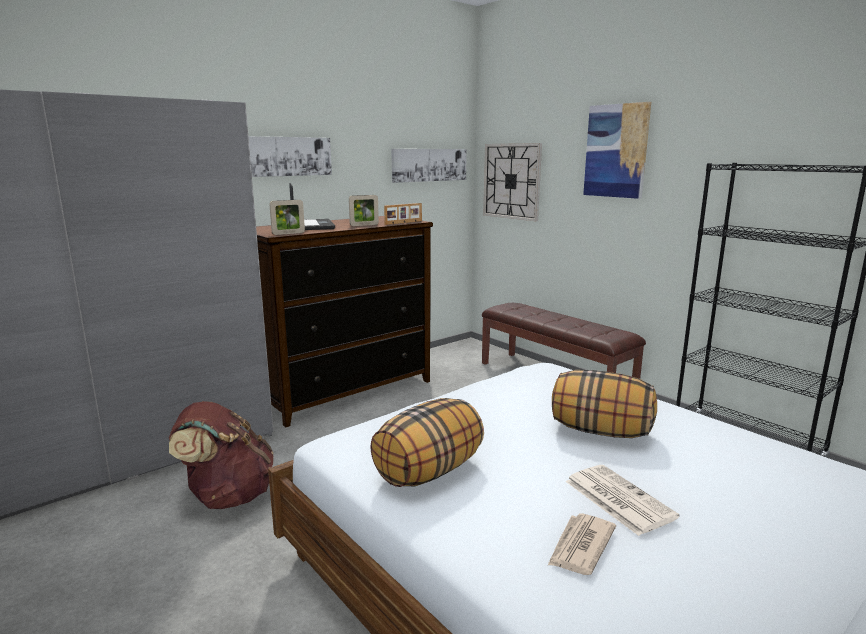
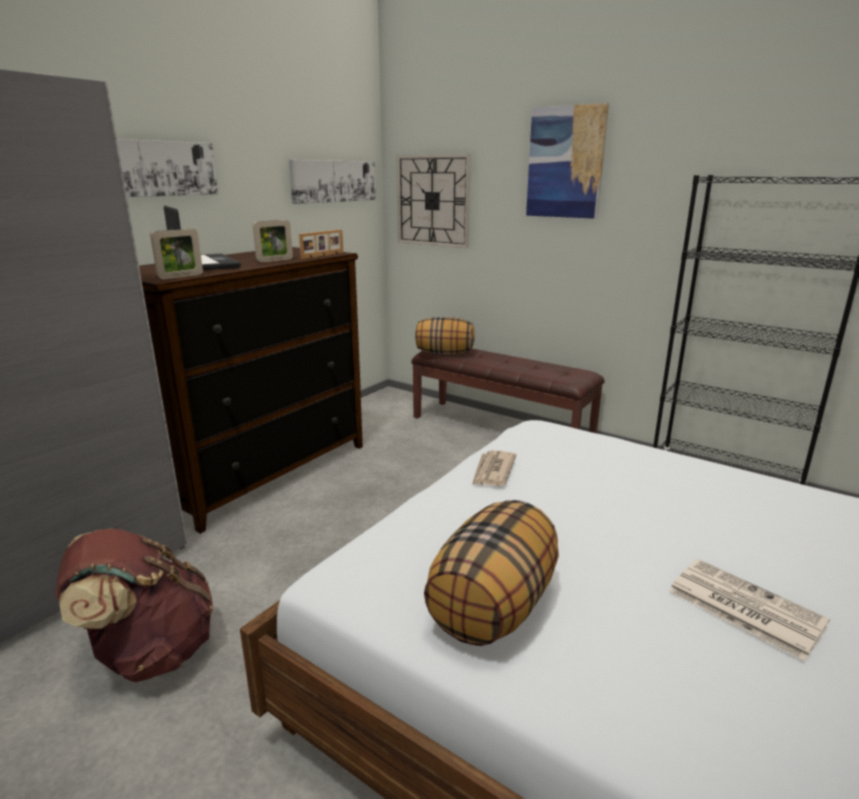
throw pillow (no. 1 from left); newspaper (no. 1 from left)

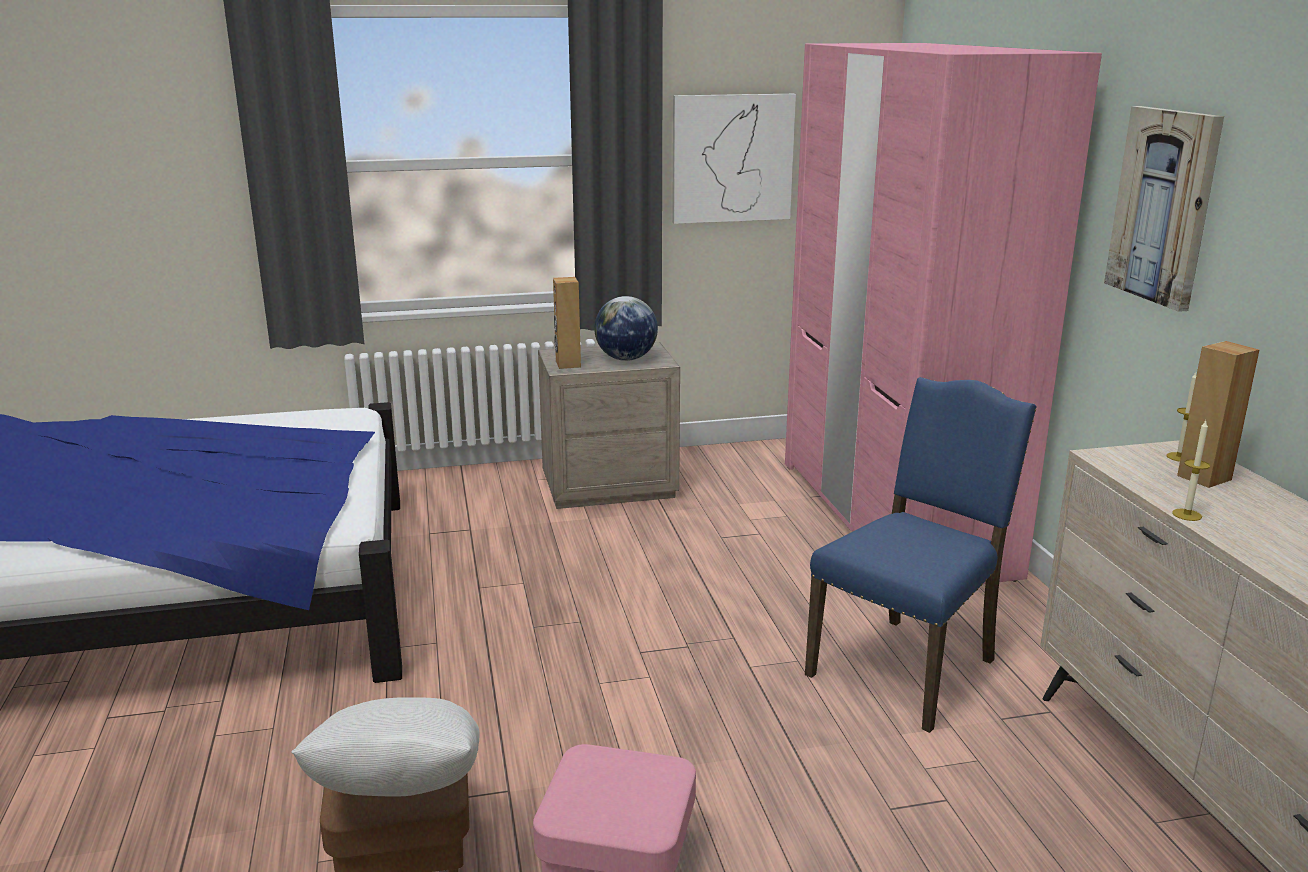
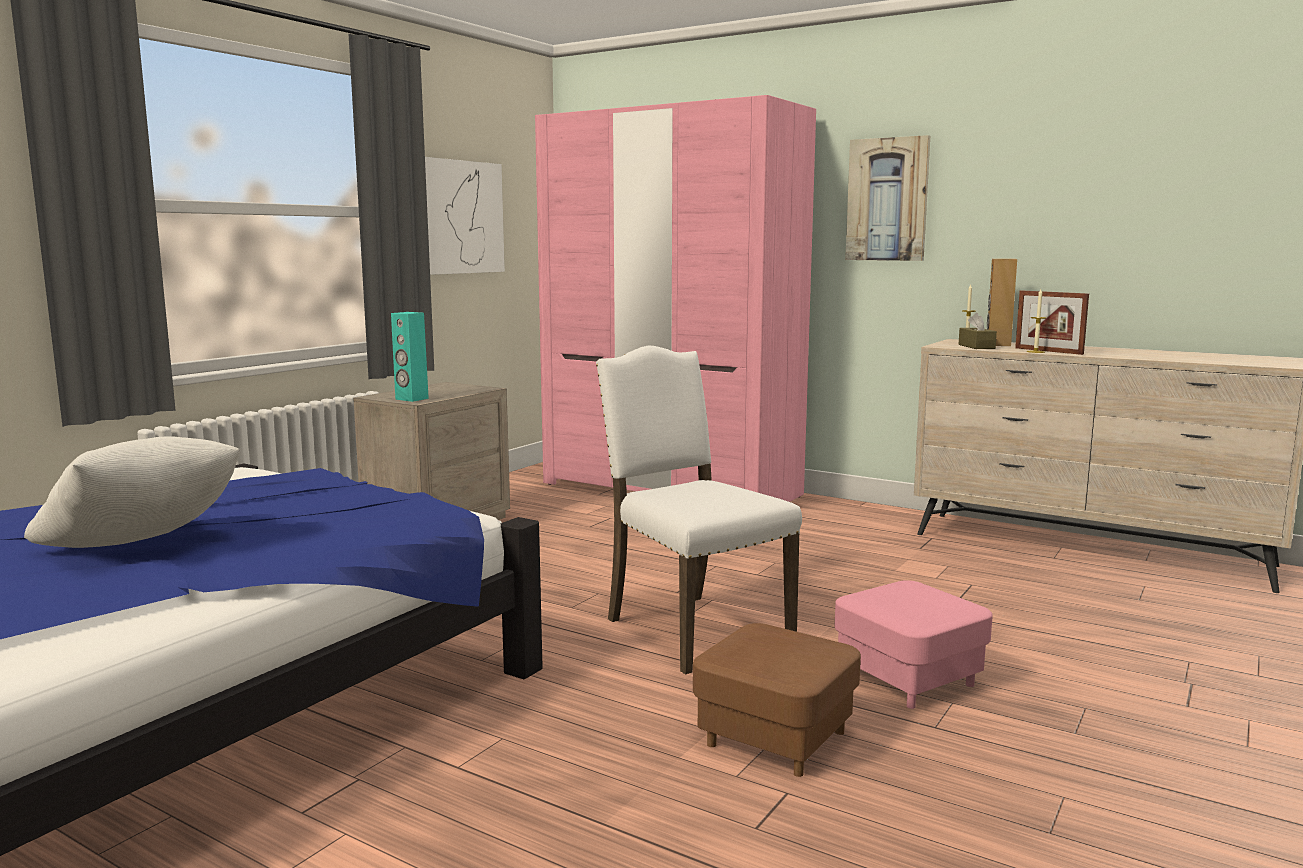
speaker/turquoise; world globe; chair/bluish; throw pillow/white; standing frame; tissue box/brown; chair/white

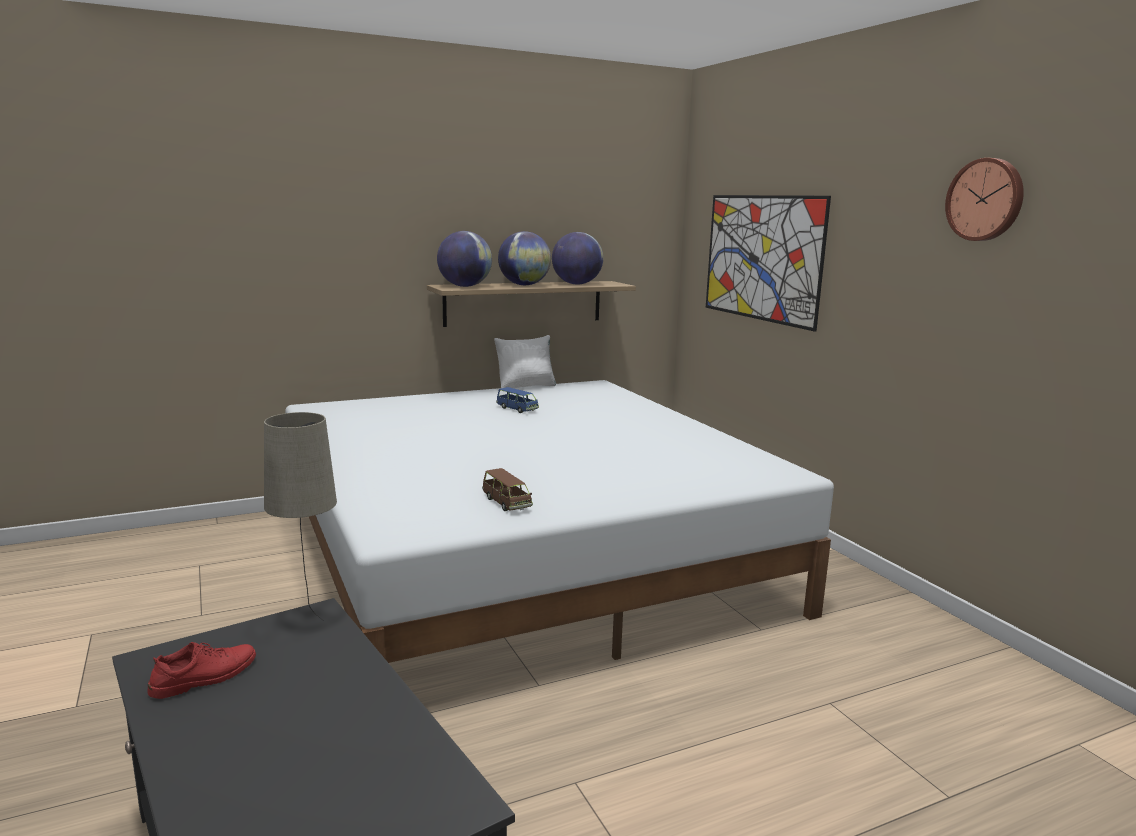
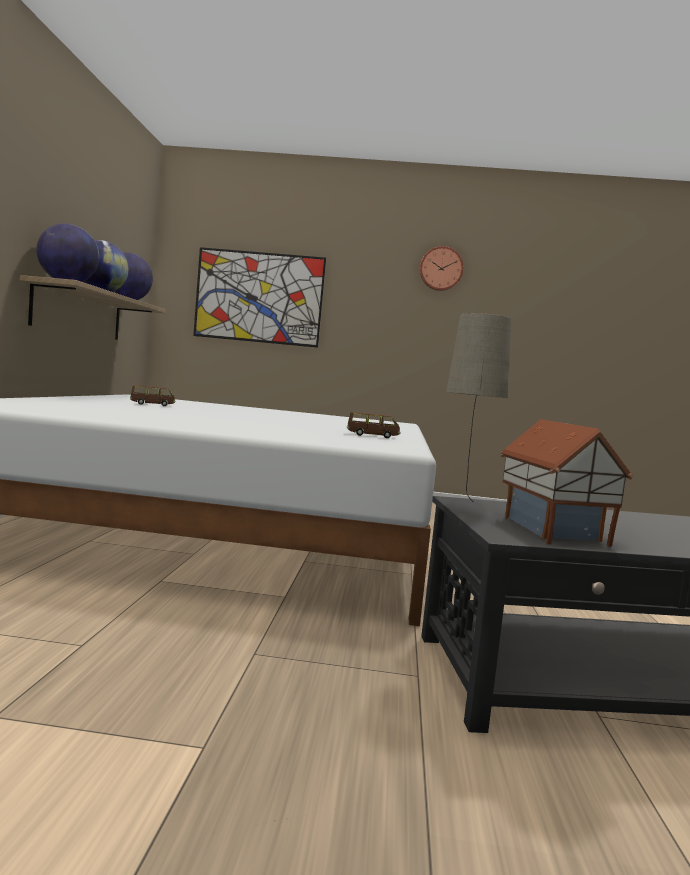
throw pillow/white; model car/brown (no. 1 from left); toy house

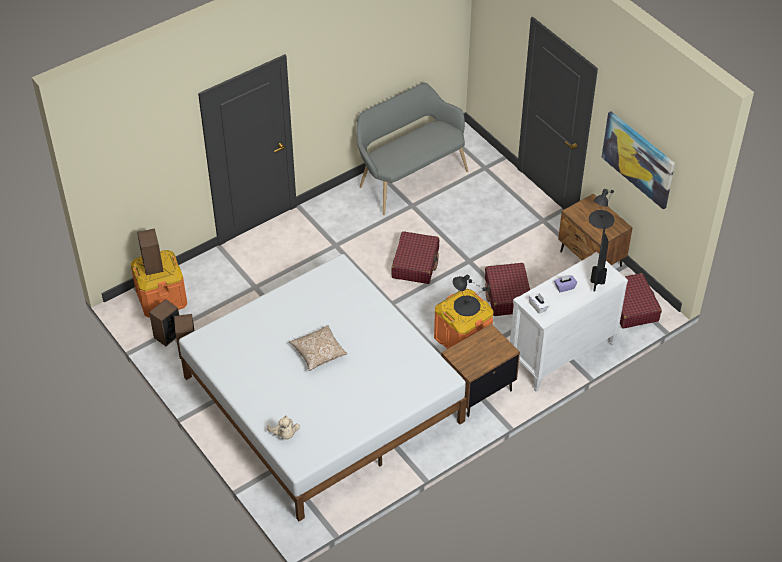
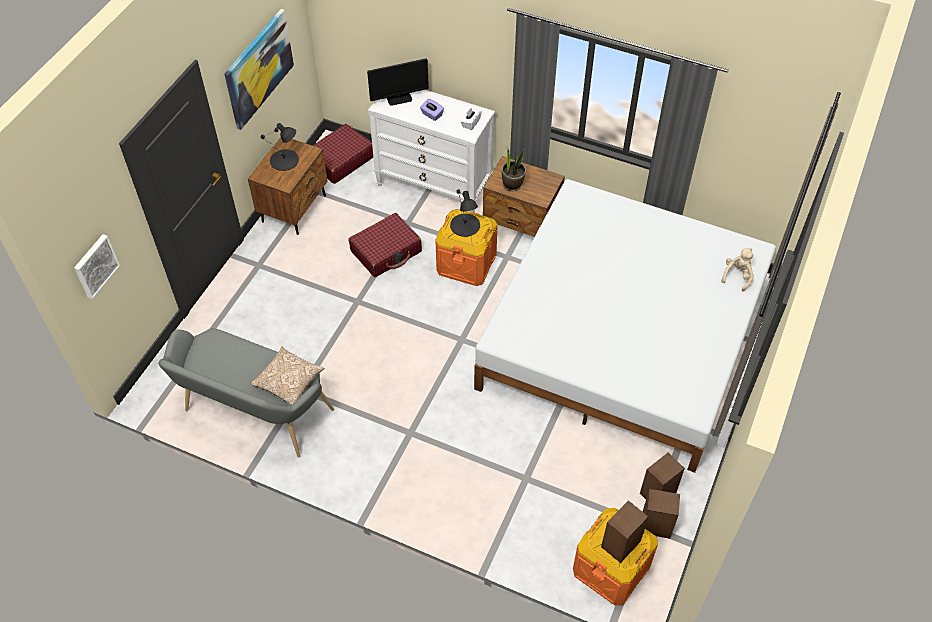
piece of luggage/red (no. 1 from left in the first image); throw pillow; plant in a pot; wall art (no. 1 from left)

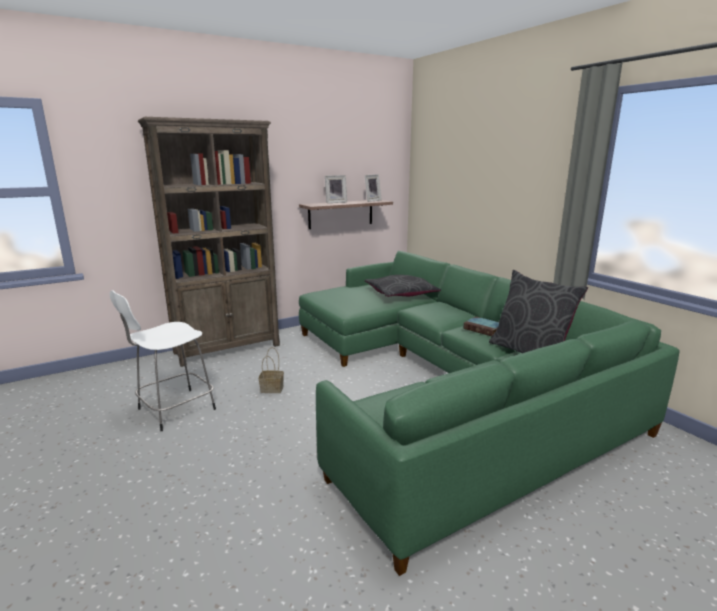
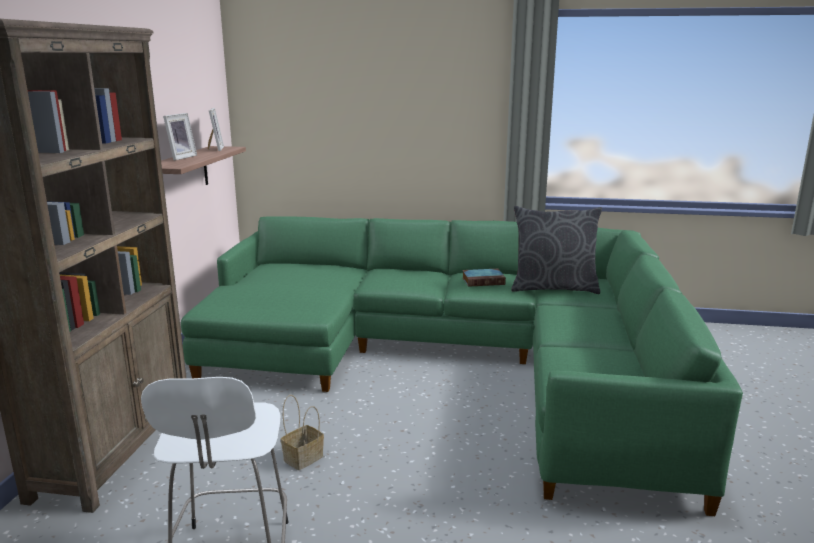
throw pillow/grey (no. 1 from left in the first image)

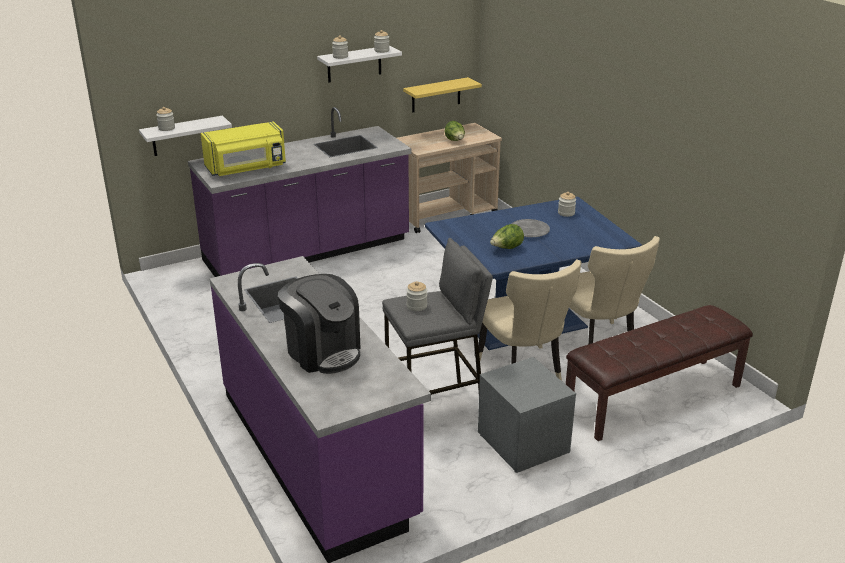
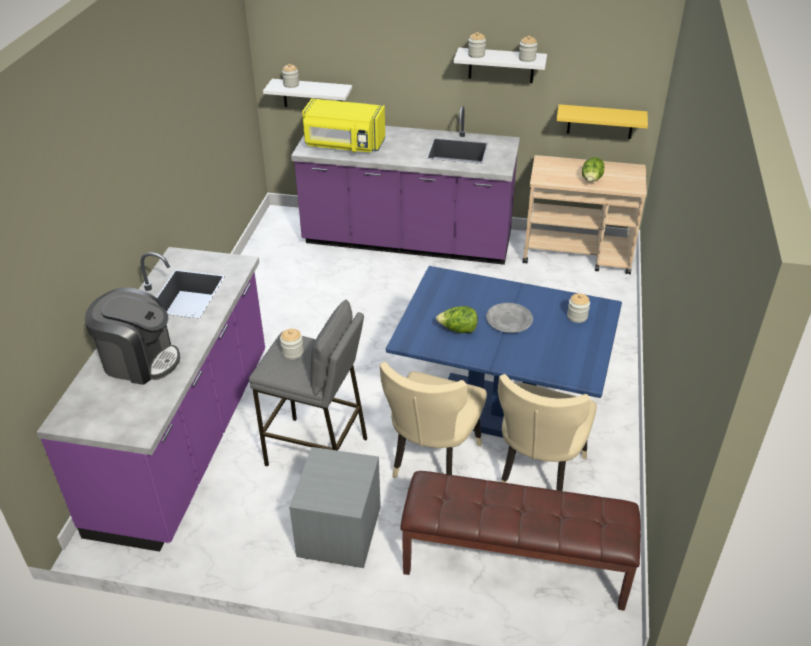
coffee maker

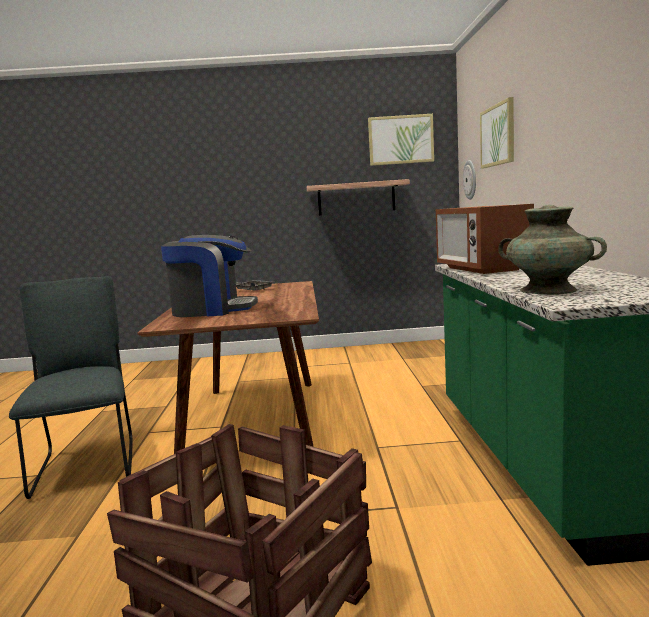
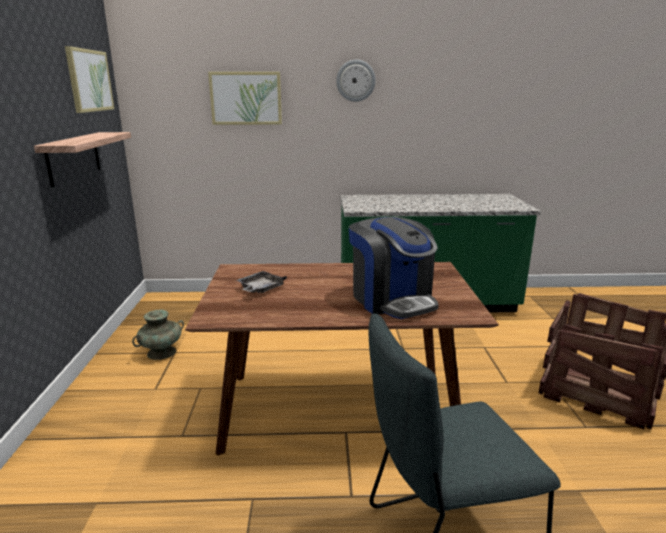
clock on the wall; microwave; vase/turquoise; coffee maker

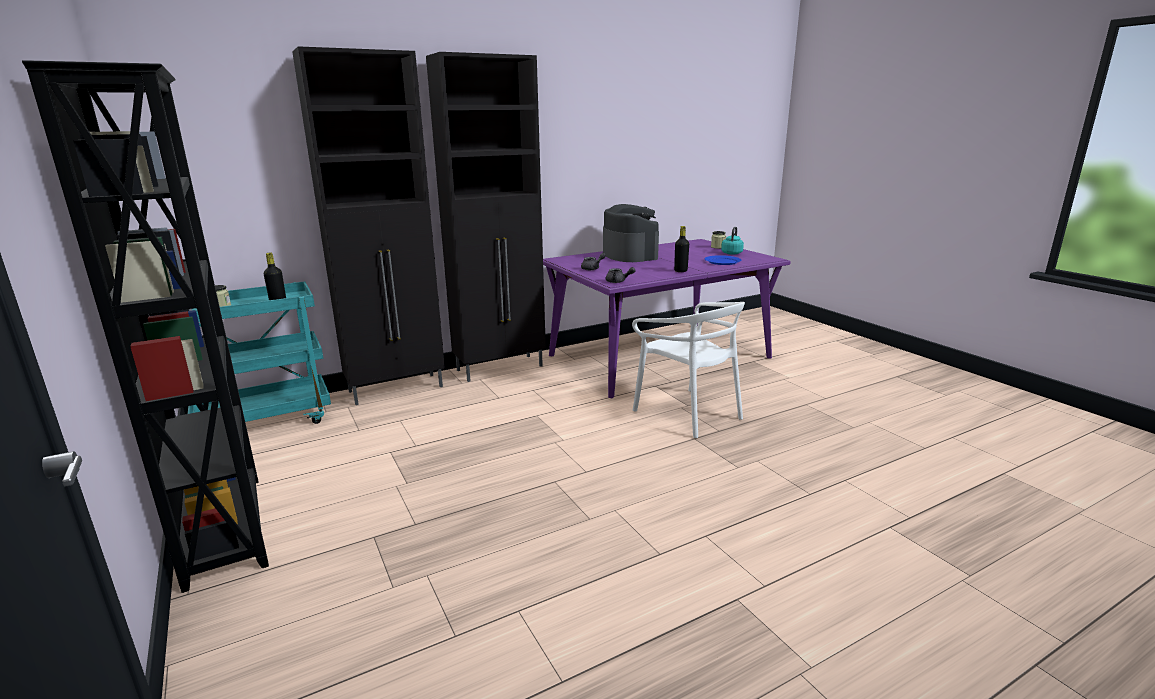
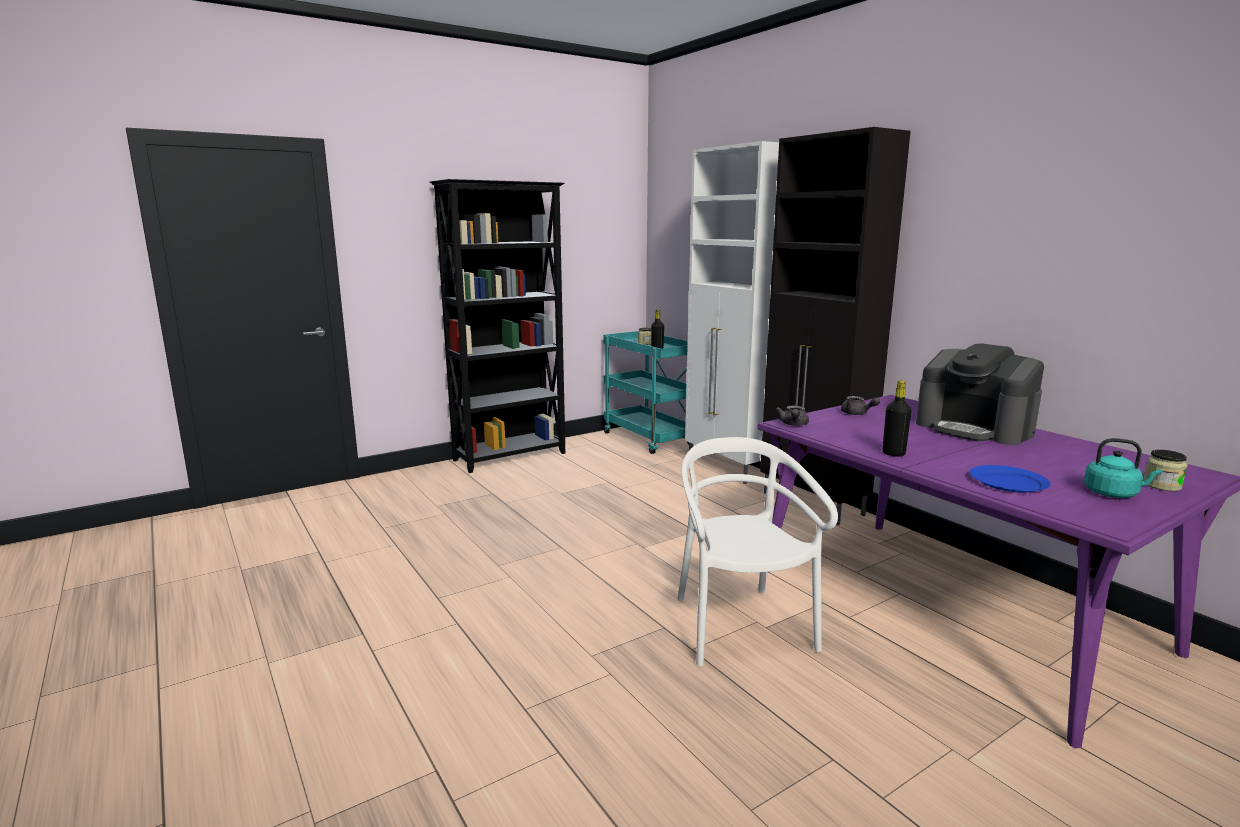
cupboard/white; coffee maker; chair/white

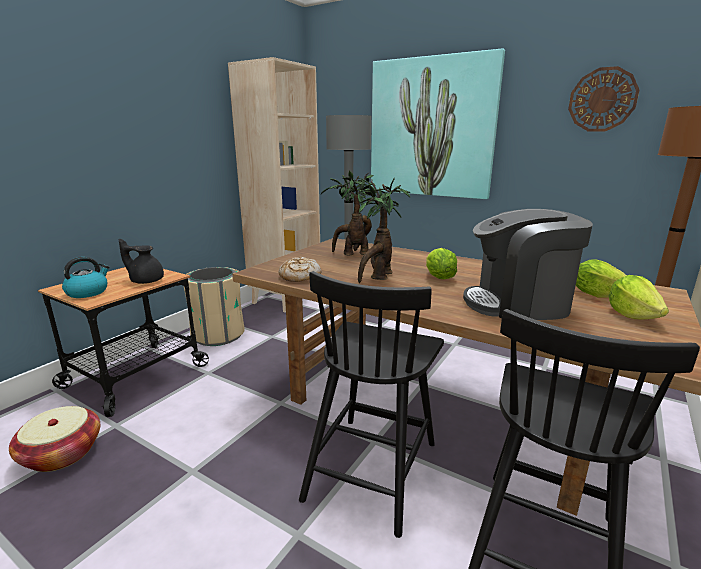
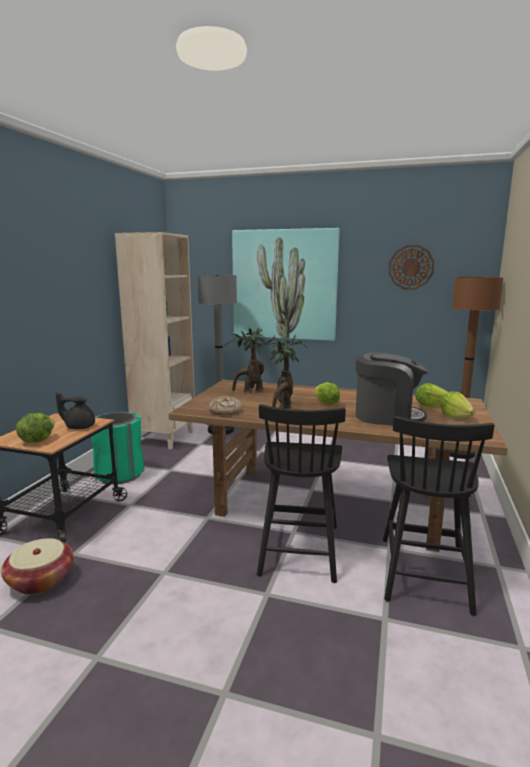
coffee maker; head of lettuce (no. 1 from left); trash can/green

